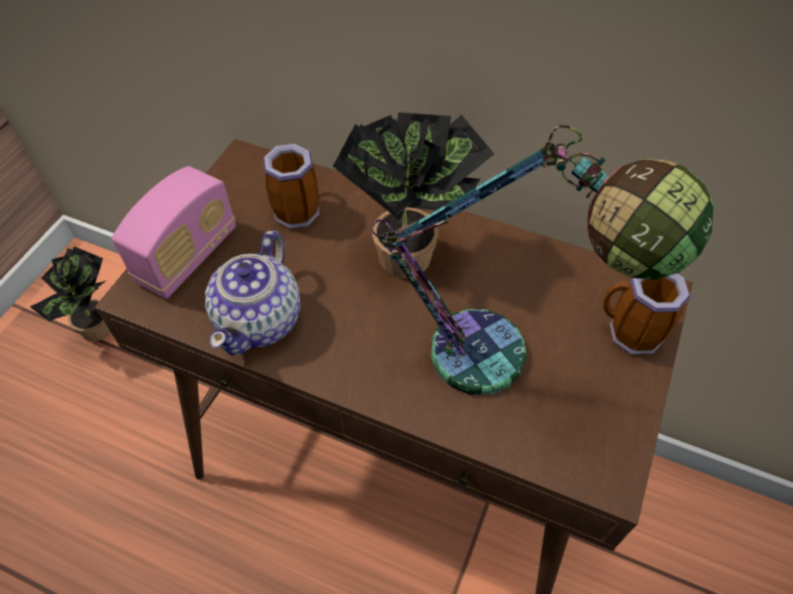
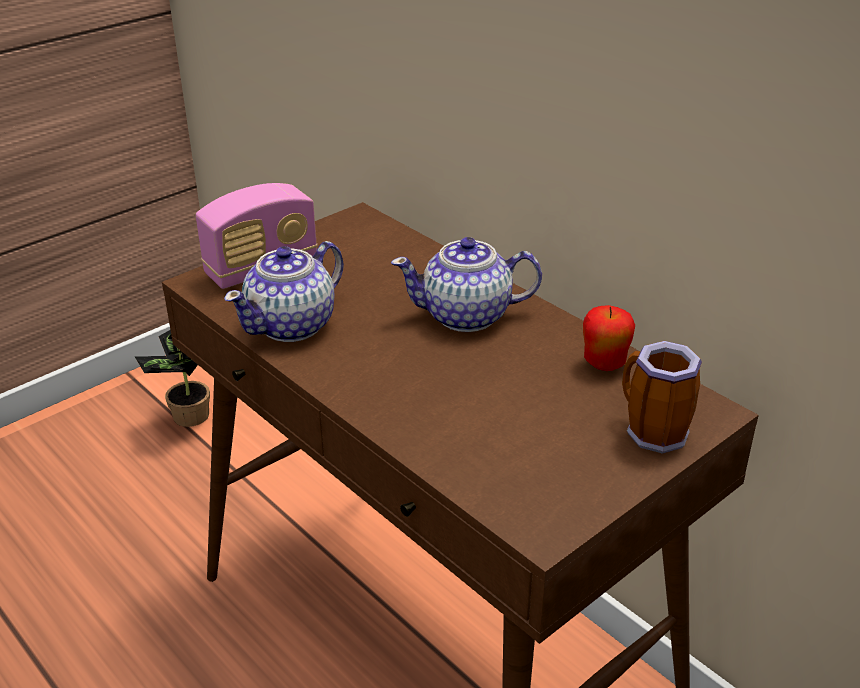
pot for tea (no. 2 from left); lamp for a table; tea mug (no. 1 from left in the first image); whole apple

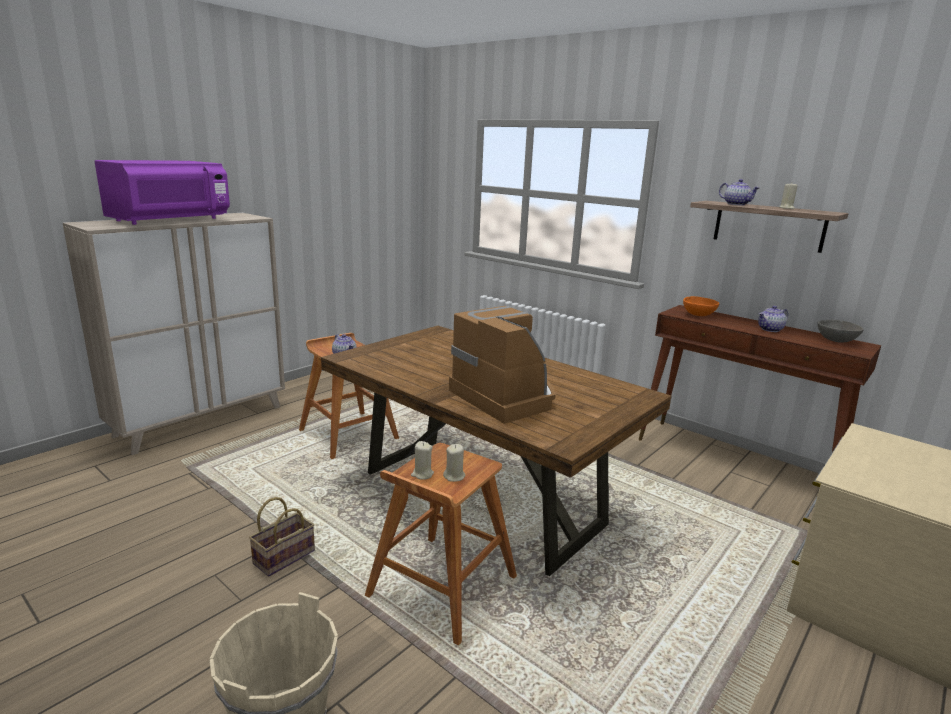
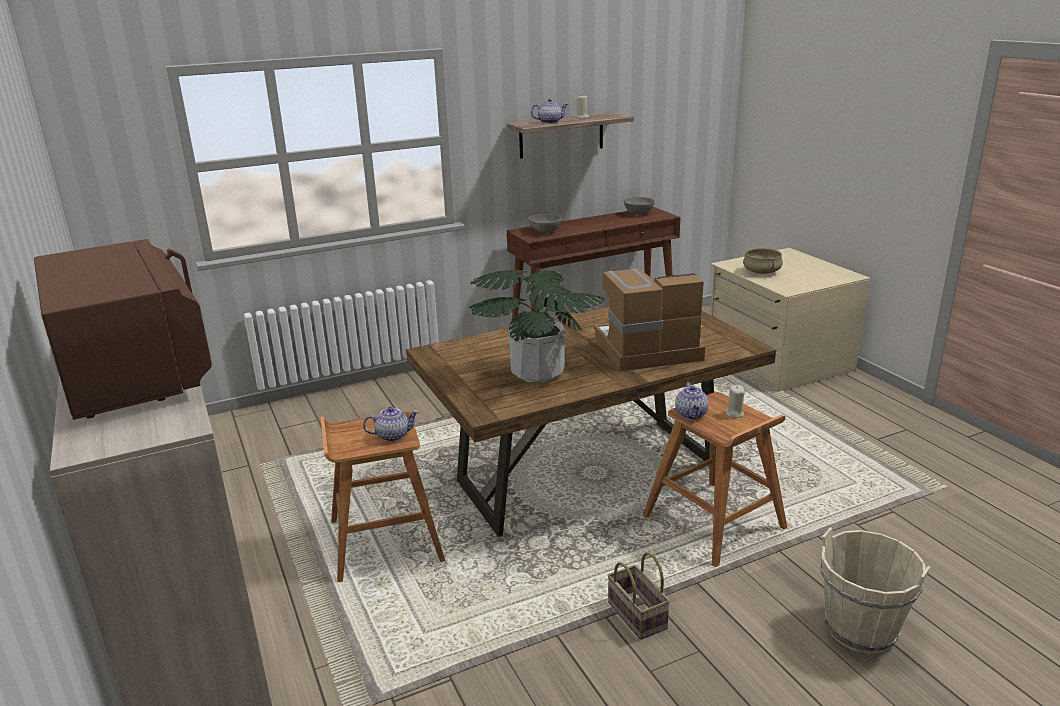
microwave/brown; deep dish/grey (no. 1 from left); pot for tea (no. 3 from left); wax light/sand-coloured (no. 1 from left in the first image); stockpot/sand-coloured; plant in a pot

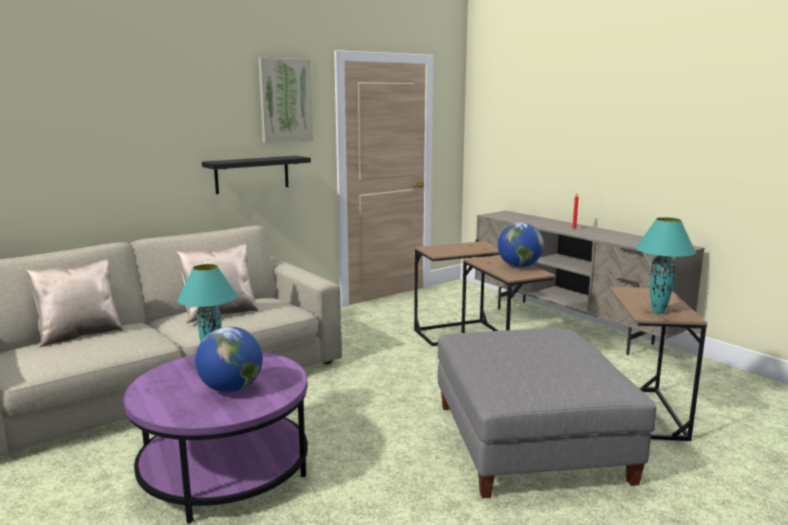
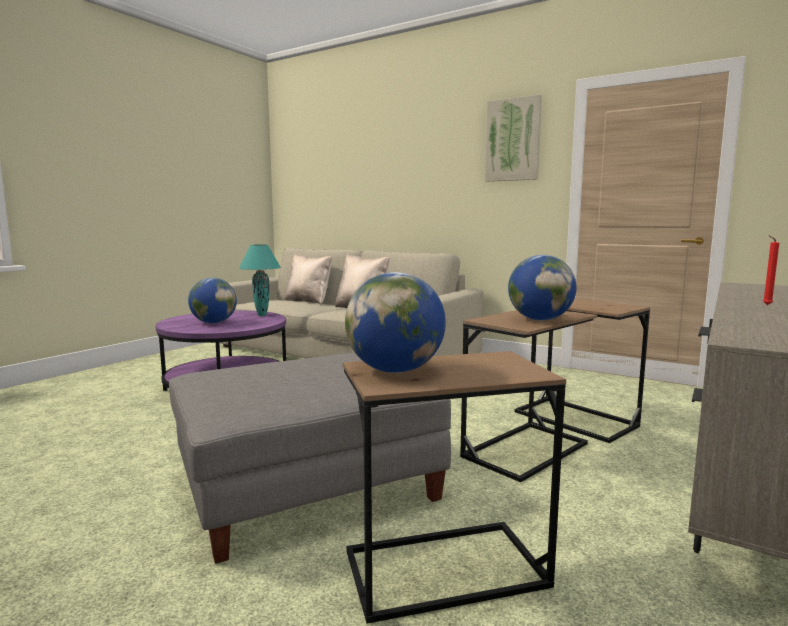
wall shelf/black-coloured; world globe (no. 2 from left)

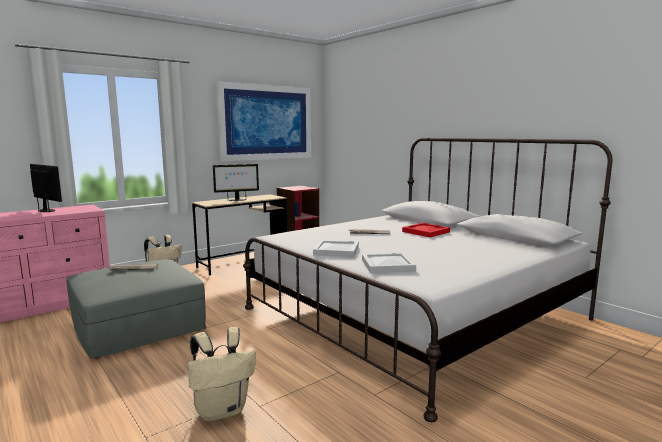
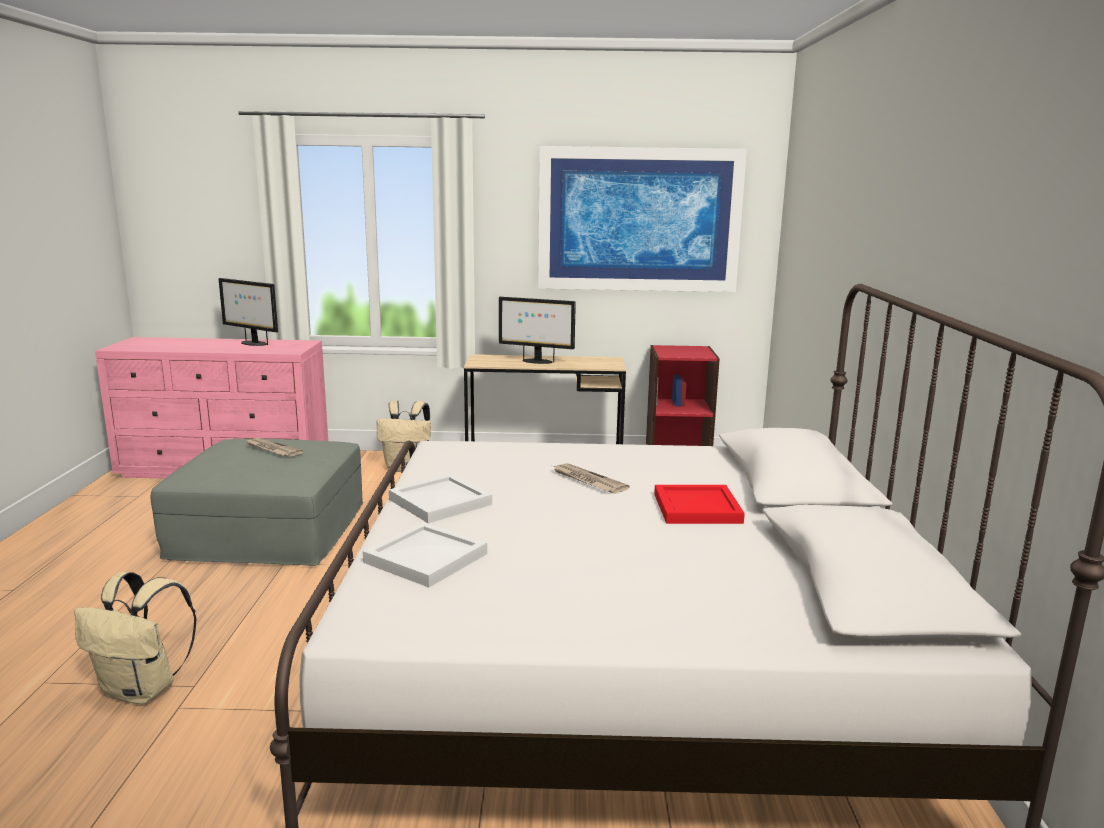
computer screen (no. 1 from left)

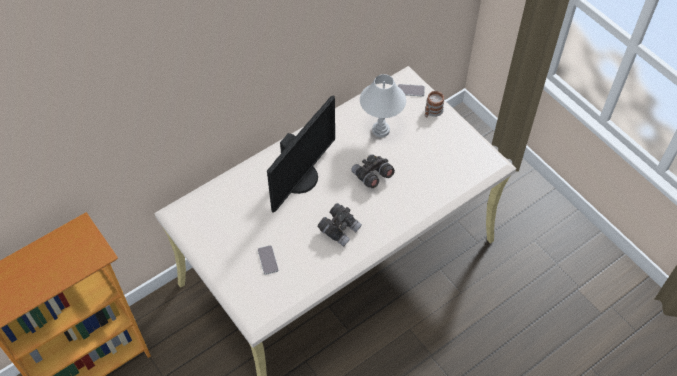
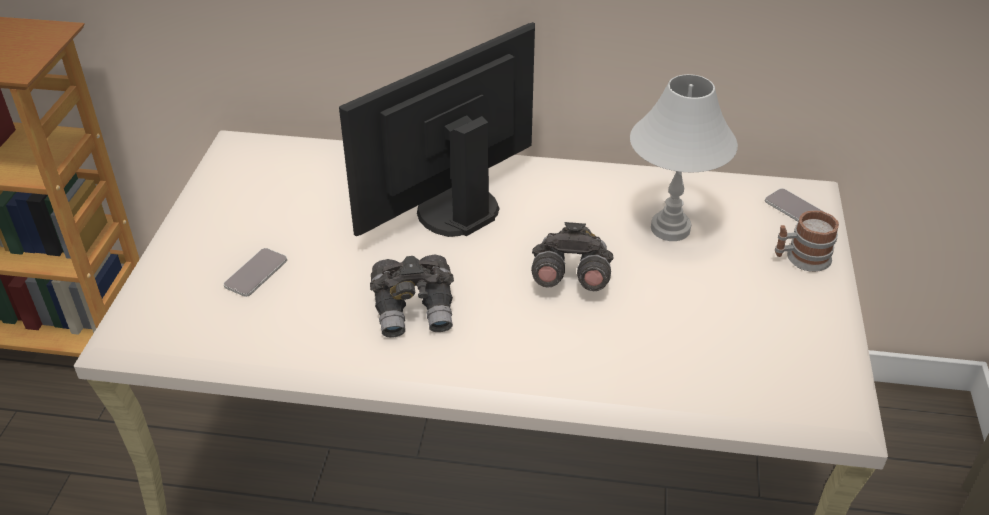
computer screen

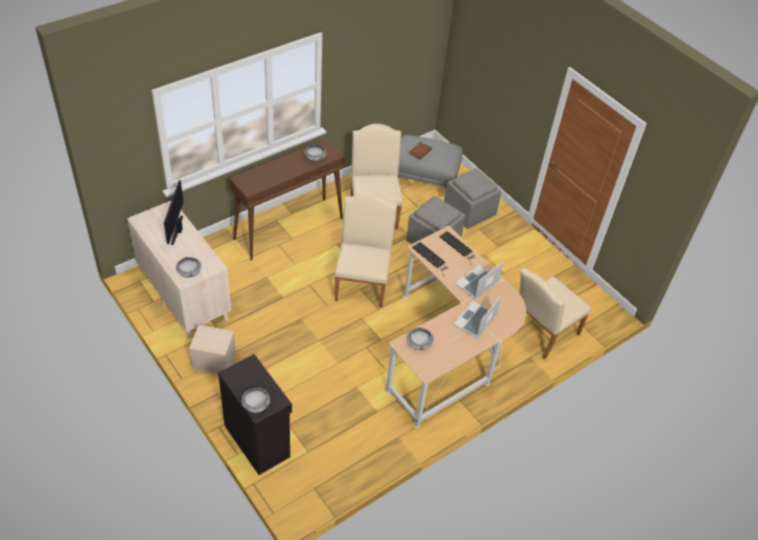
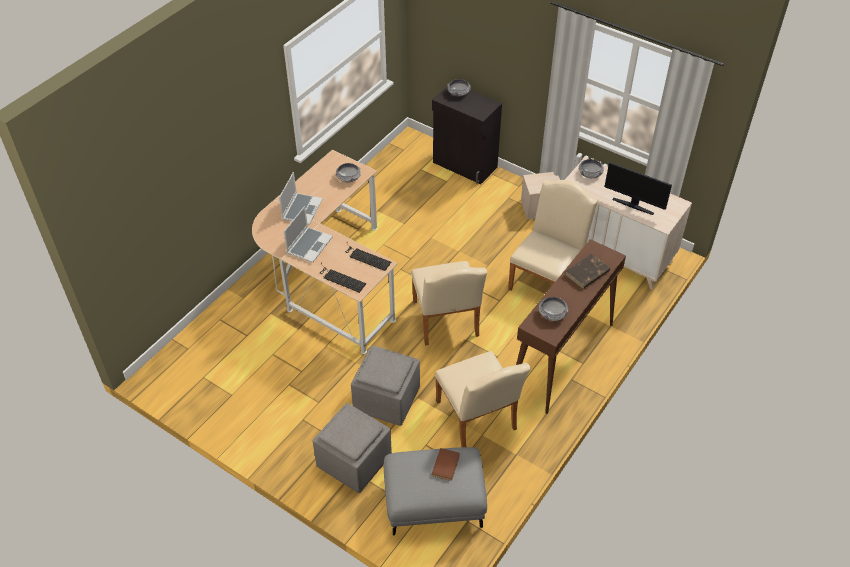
computer screen; chair/sand-coloured (no. 3 from left); bound book/brown (no. 2 from left)

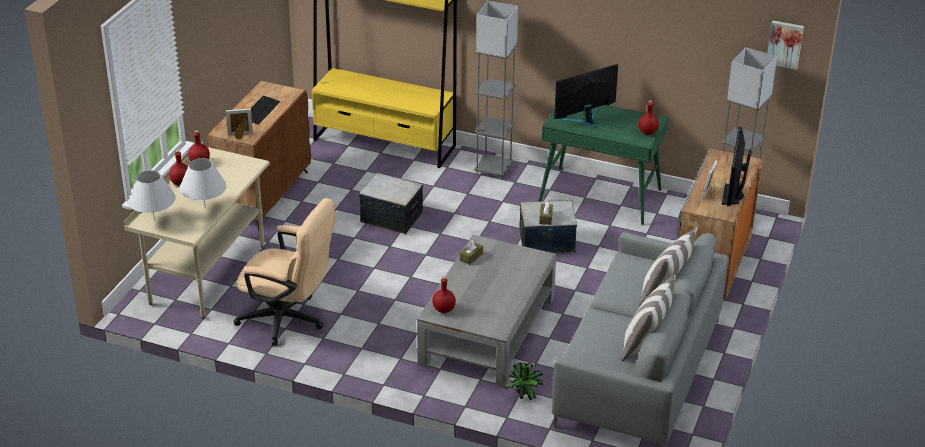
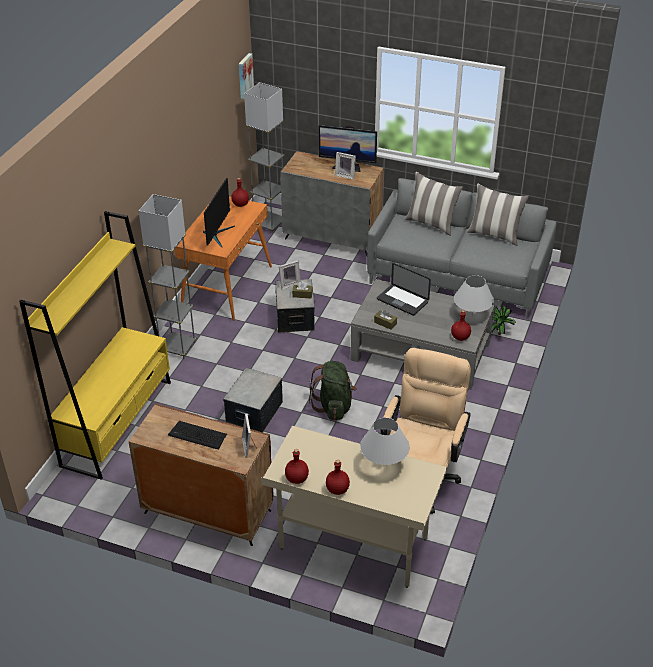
computer screen (no. 1 from left); desk table/orangey; lamp for a table/white (no. 2 from left); standing frame (no. 2 from left); notebook computer; knapsack/green

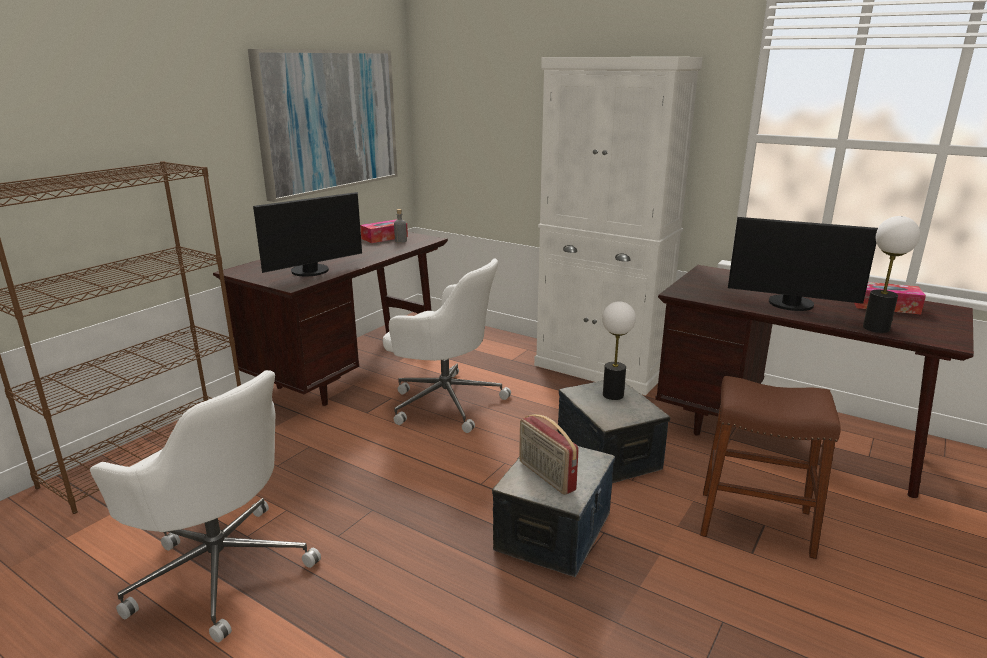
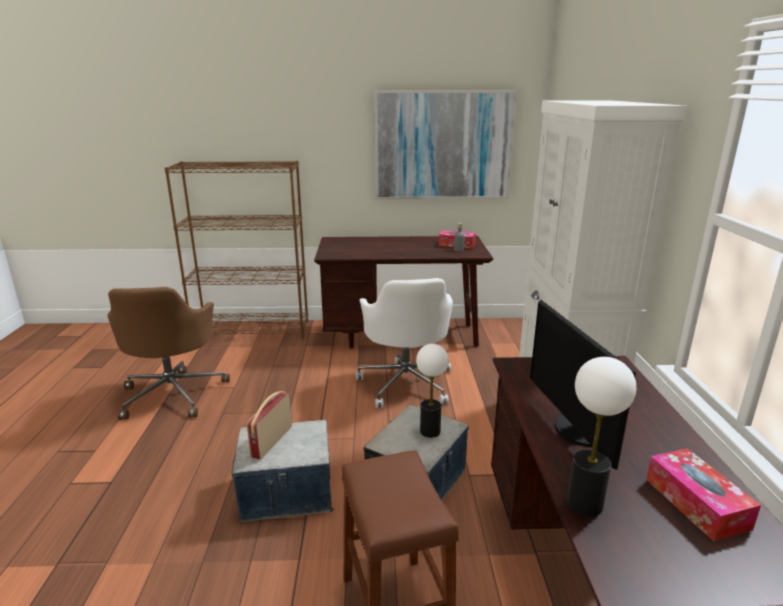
computer screen (no. 1 from left in the first image); computer chair/brown

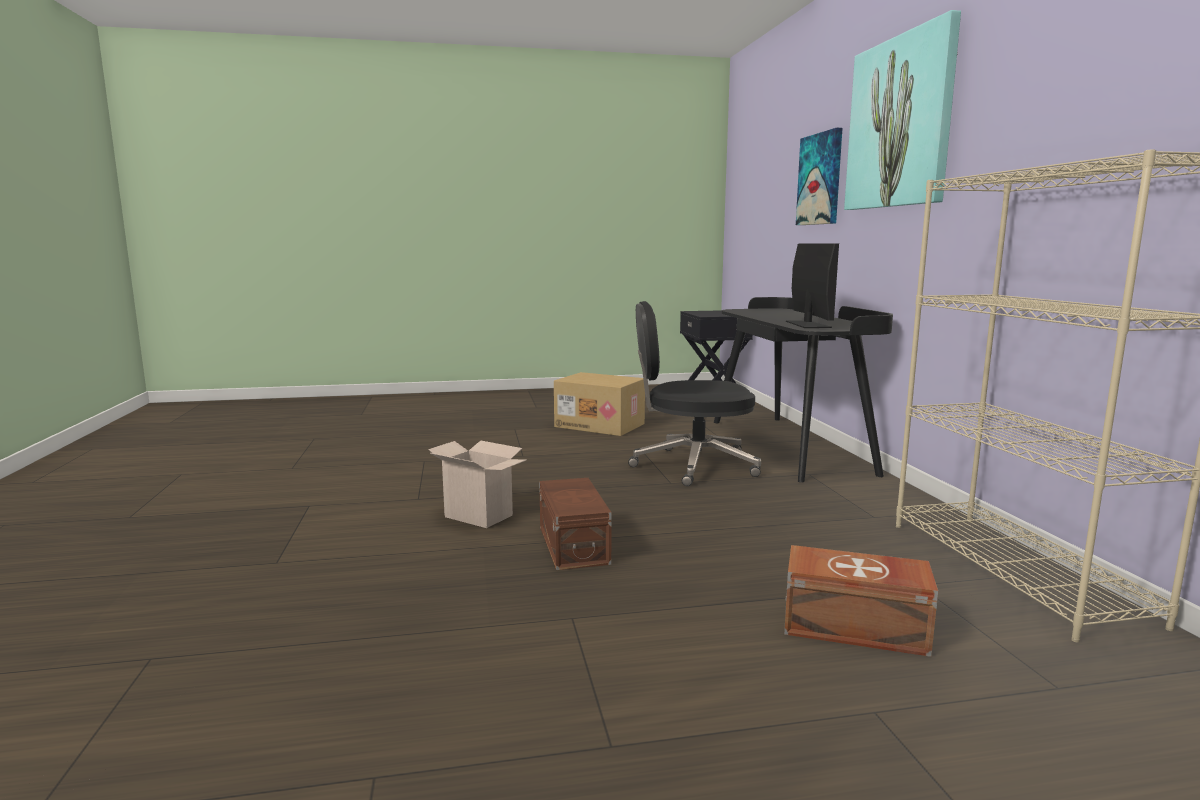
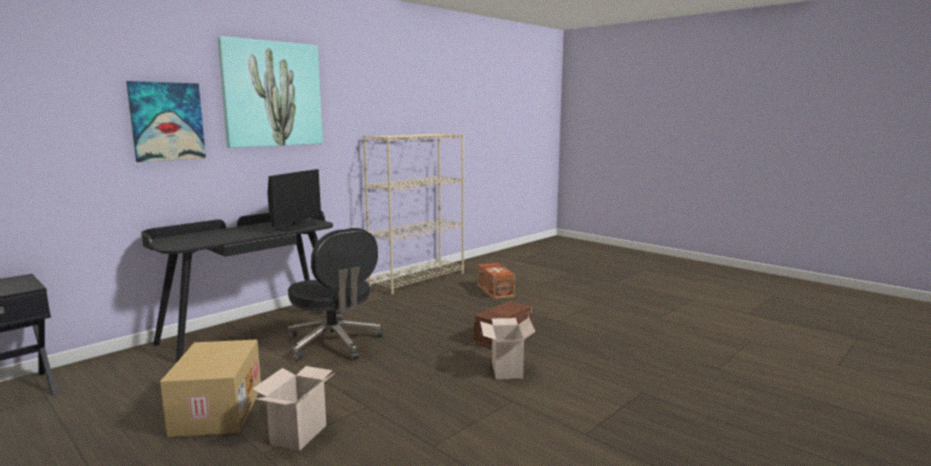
computer screen; packing box (no. 2 from left)

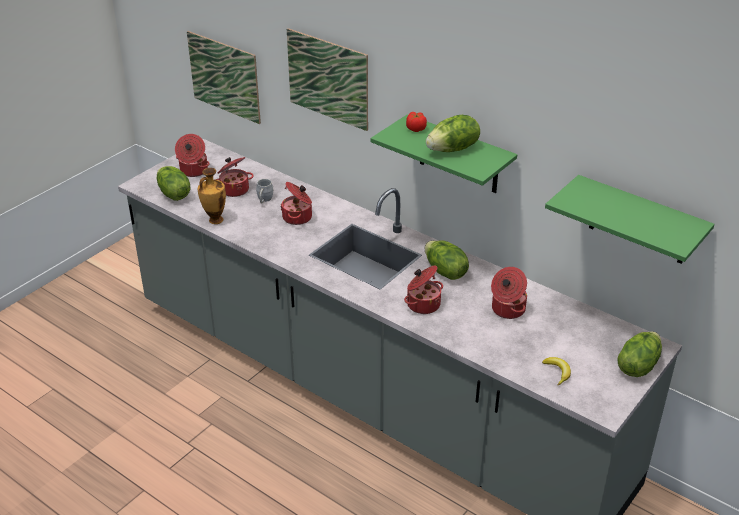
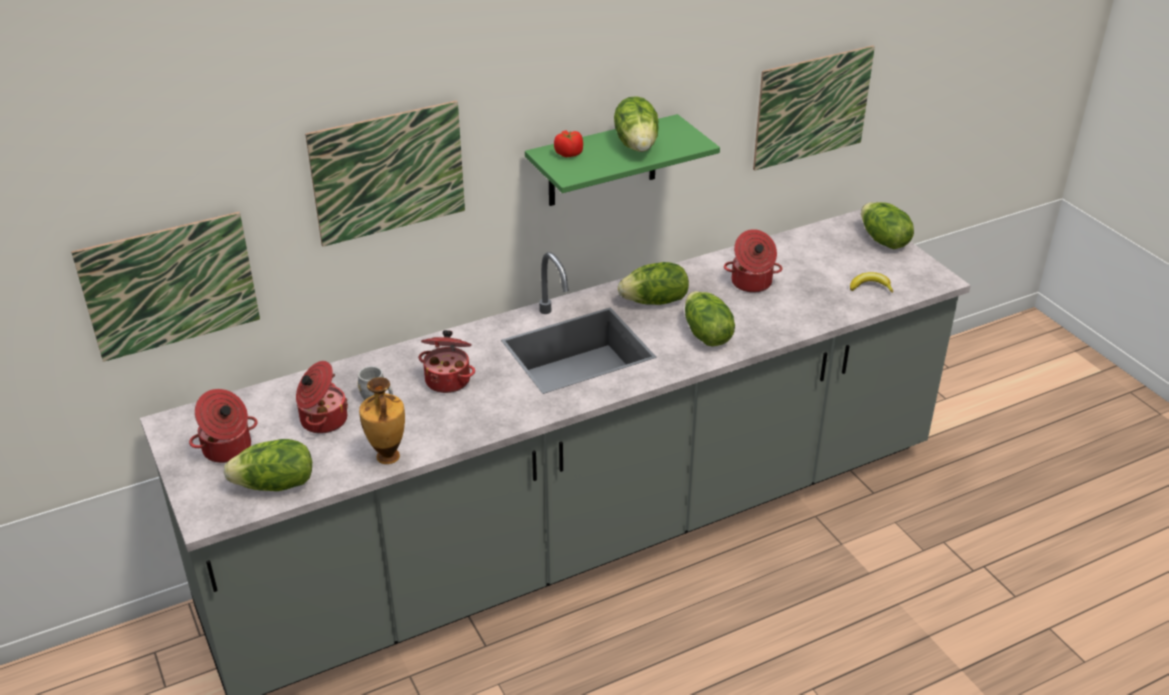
wall art (no. 3 from left); head of lettuce (no. 4 from left)

